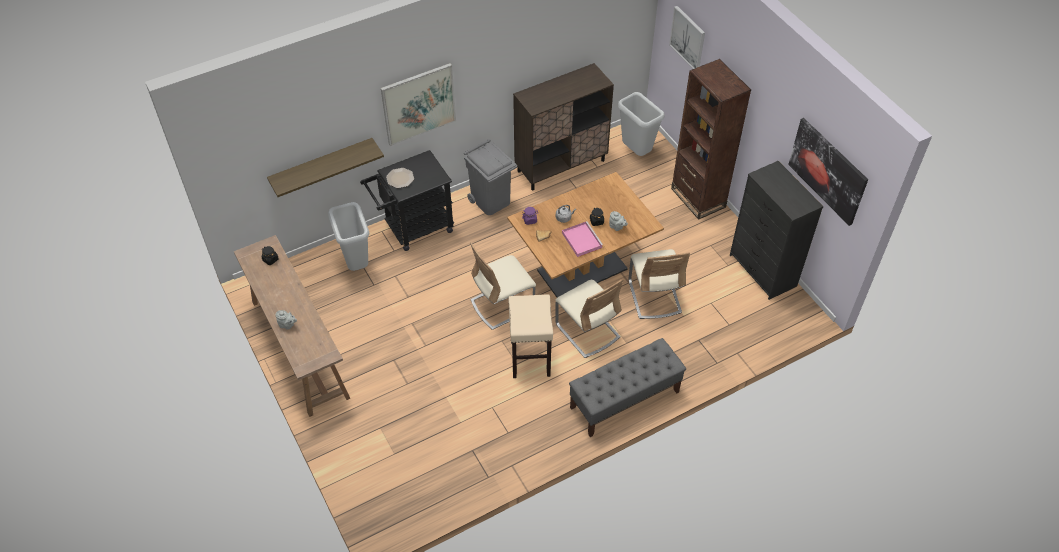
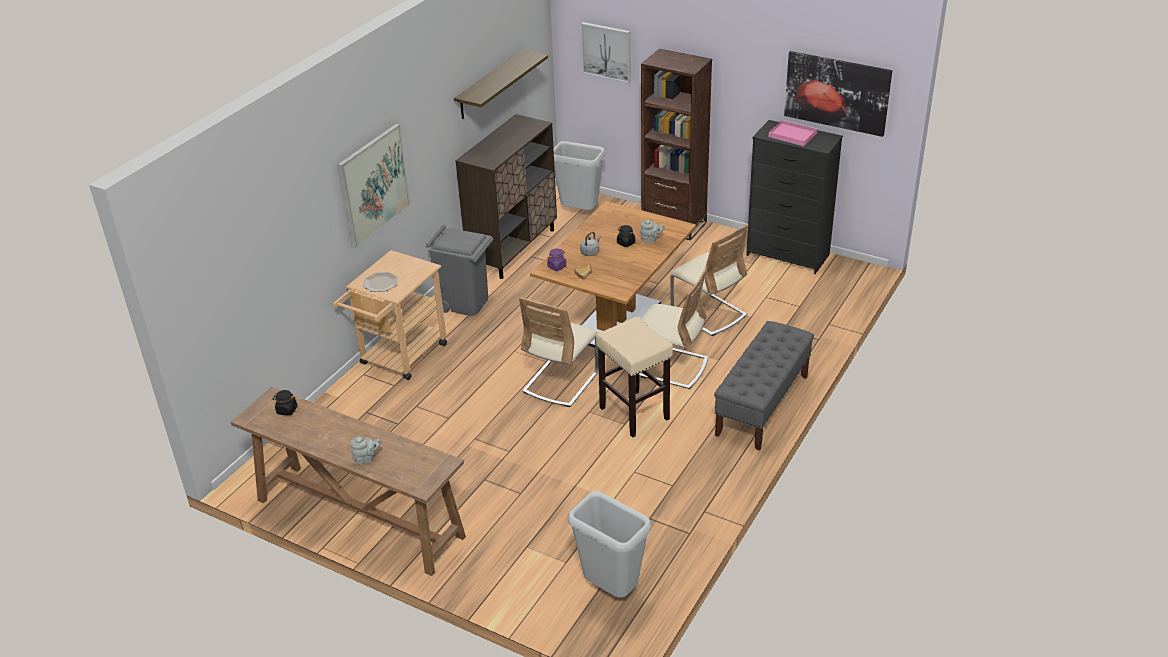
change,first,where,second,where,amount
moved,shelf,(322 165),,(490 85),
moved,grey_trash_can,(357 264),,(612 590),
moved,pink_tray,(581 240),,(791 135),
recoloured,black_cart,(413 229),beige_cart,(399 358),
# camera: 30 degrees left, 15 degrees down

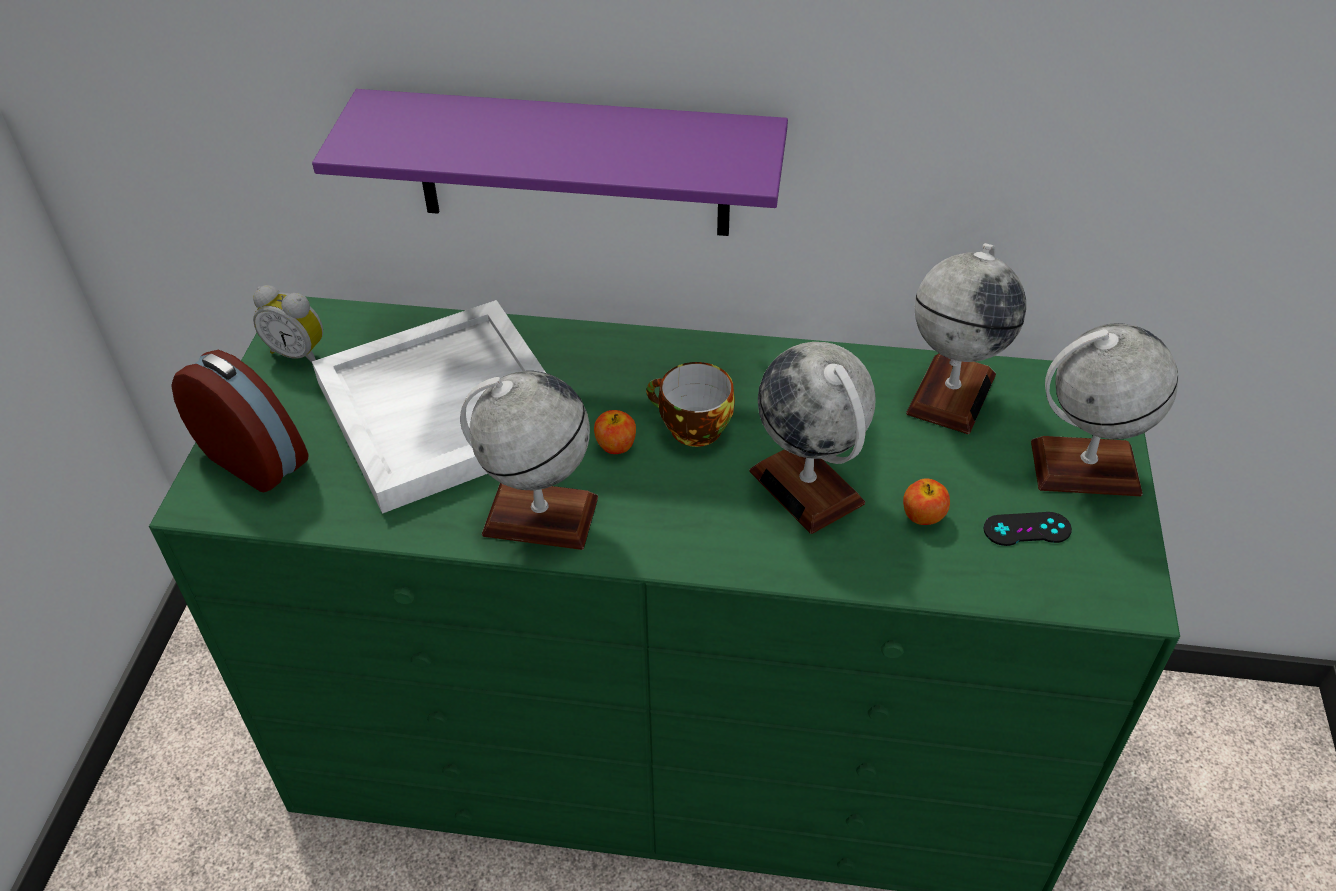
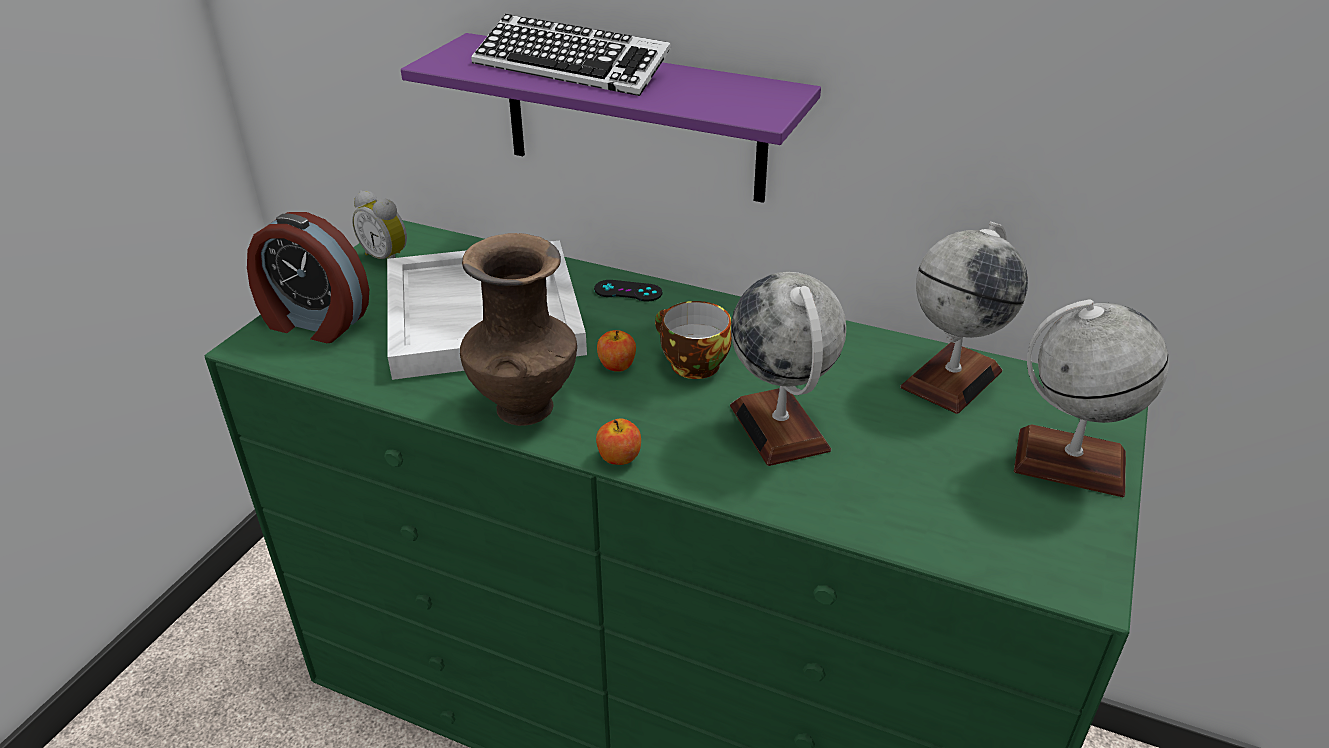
change,first,where,second,where,amount
added,,,keyboard,(571 68),
moved,apple,(923 516),,(619 458),
moved,black_game_controller,(1027 529),,(628 291),
replaced,globe,(540 516),brown_vase,(524 406),
turned,alarm_clock,(257 457),,(314 322),150 degrees clockwise
# camera: 15 degrees right, 10 degrees down

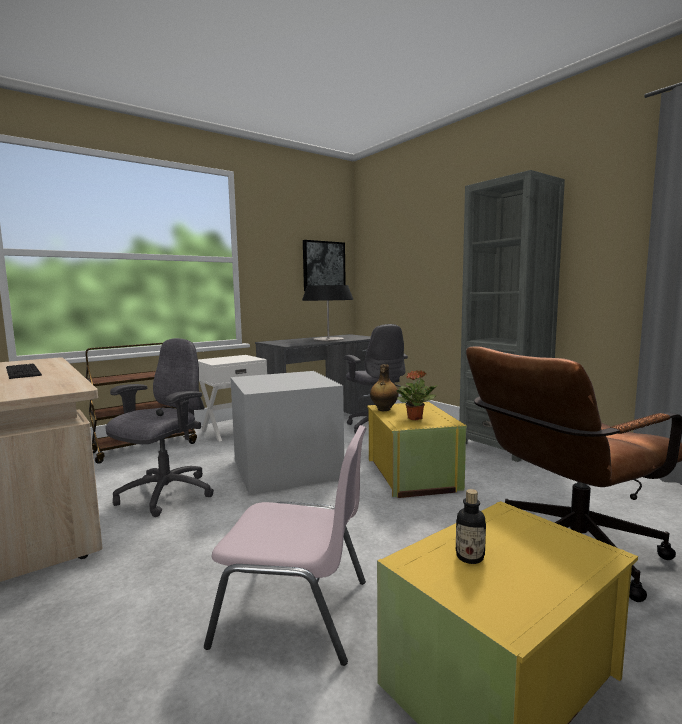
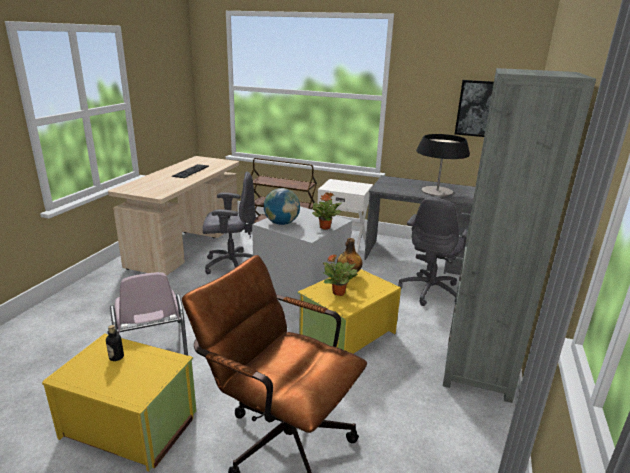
change,first,where,second,where,amount
added,,,globe,(281 223),
added,,,potted_plant,(325 227),
# camera: 55 degrees right, 15 degrees up

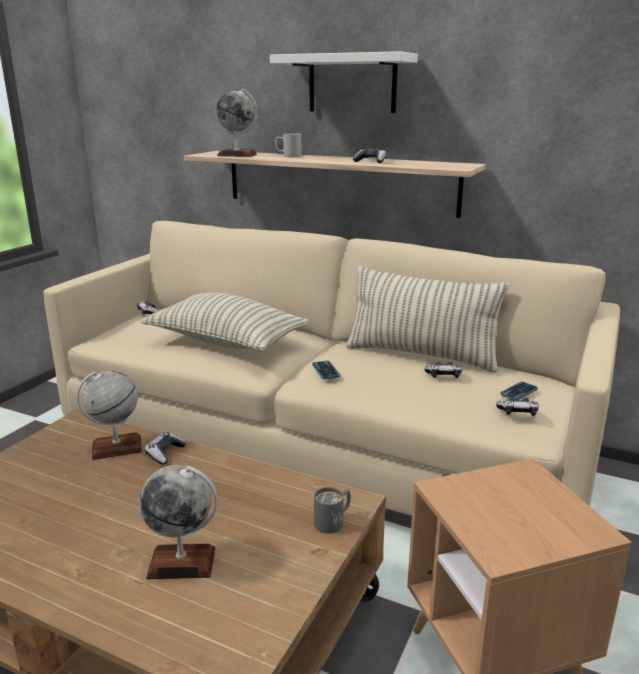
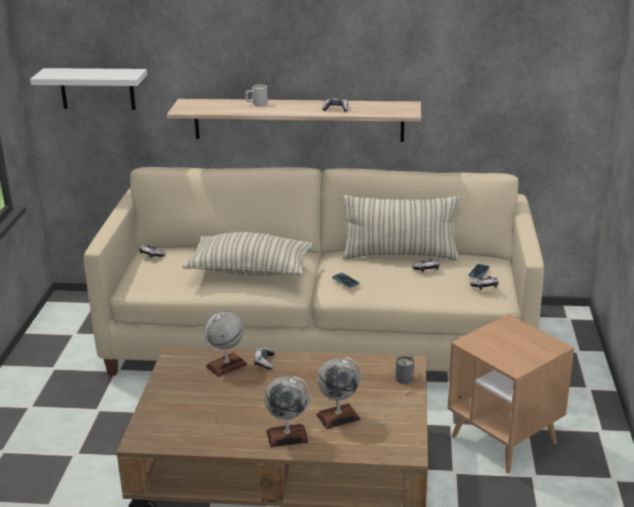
change,first,where,second,where,amount
moved,globe,(237 155),,(287 436),
moved,white_shelf,(352 84),,(97 88),
# camera: 20 degrees left, 5 degrees up

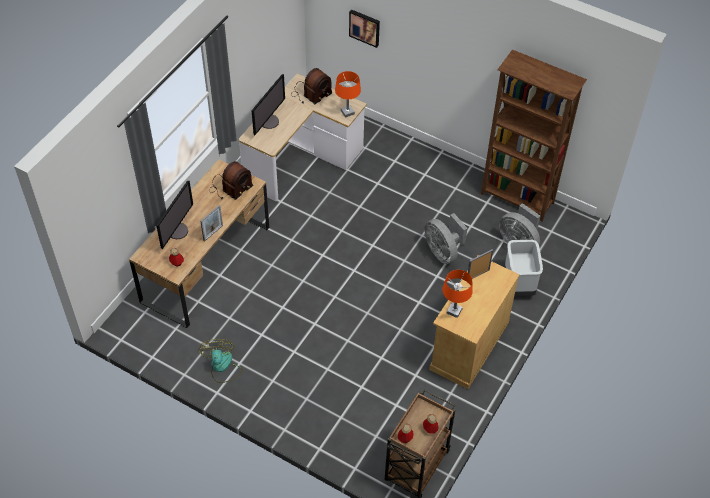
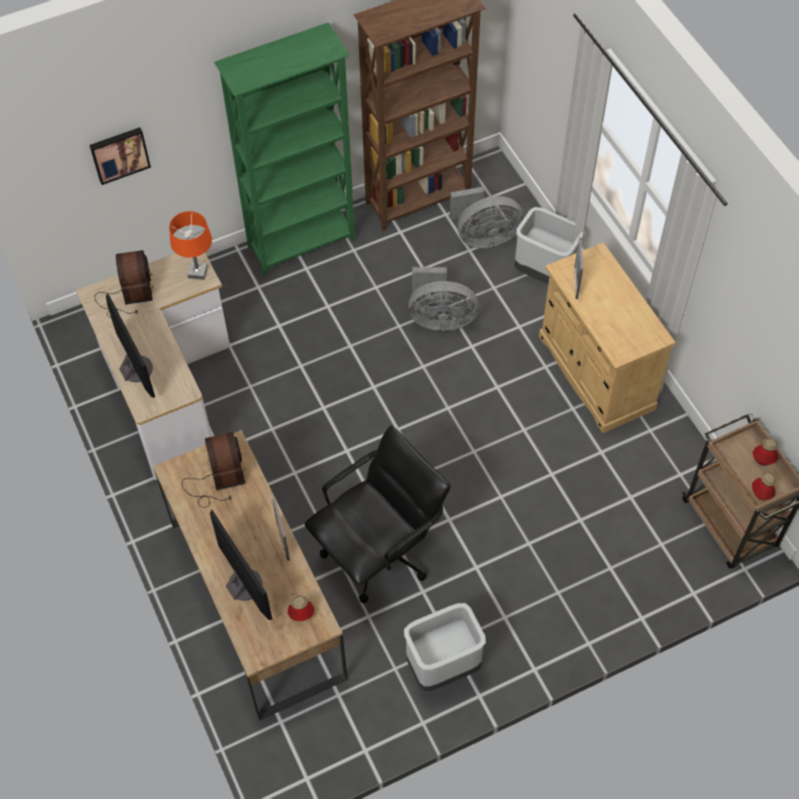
change,first,where,second,where,amount
removed,orange_table_lamp,(454 311),,,
added,,,green_bookcase,(303 244),
added,,,black_office_chair,(379 552),
replaced,fan,(222 367),grey_trash_can,(443 667),
# camera: 55 degrees left, 5 degrees up

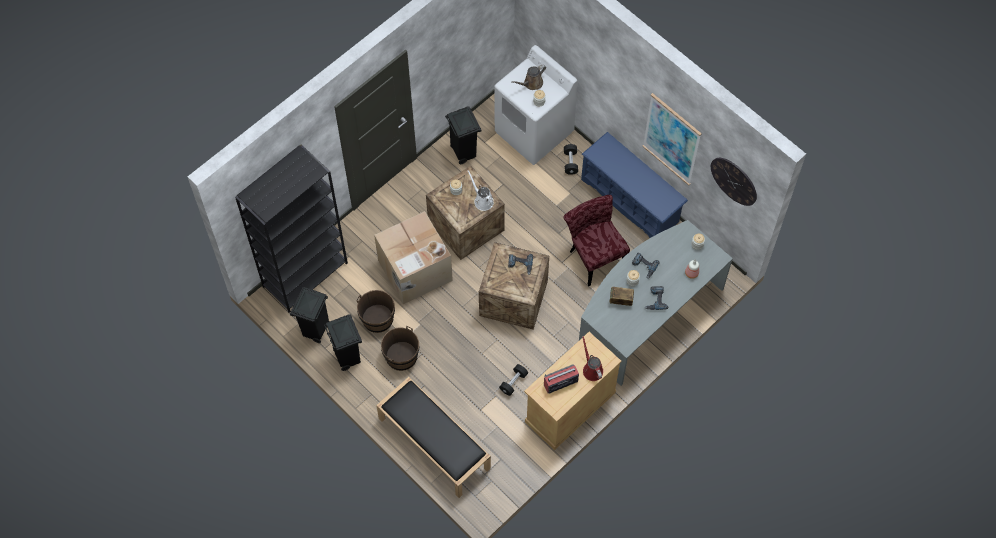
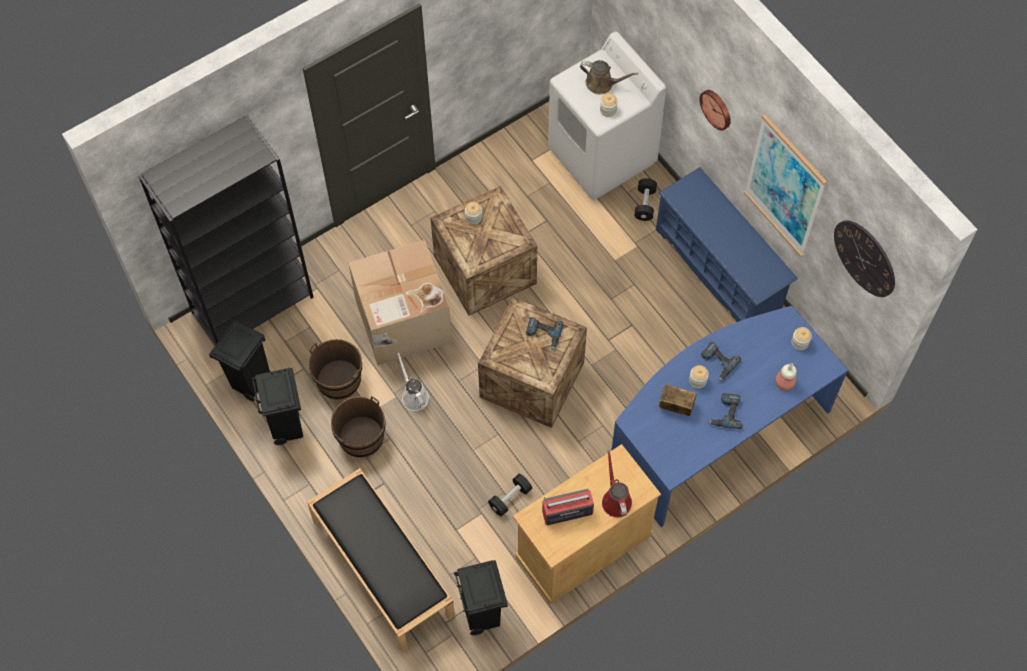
change,first,where,second,where,amount
removed,red_chair,(594 254),,,
added,,,wall_clock,(717 108),
moved,black_trash_can,(463 152),,(482 614),
moved,white_watering_can,(482 200),,(414 395),
recoloured,grey_desk,(647 314),blue_desk,(716 431),
turned,brown_watering_can,(531 83),,(602 84),135 degrees counterclockwise
# camera: 10 degrees right, 0 degrees up

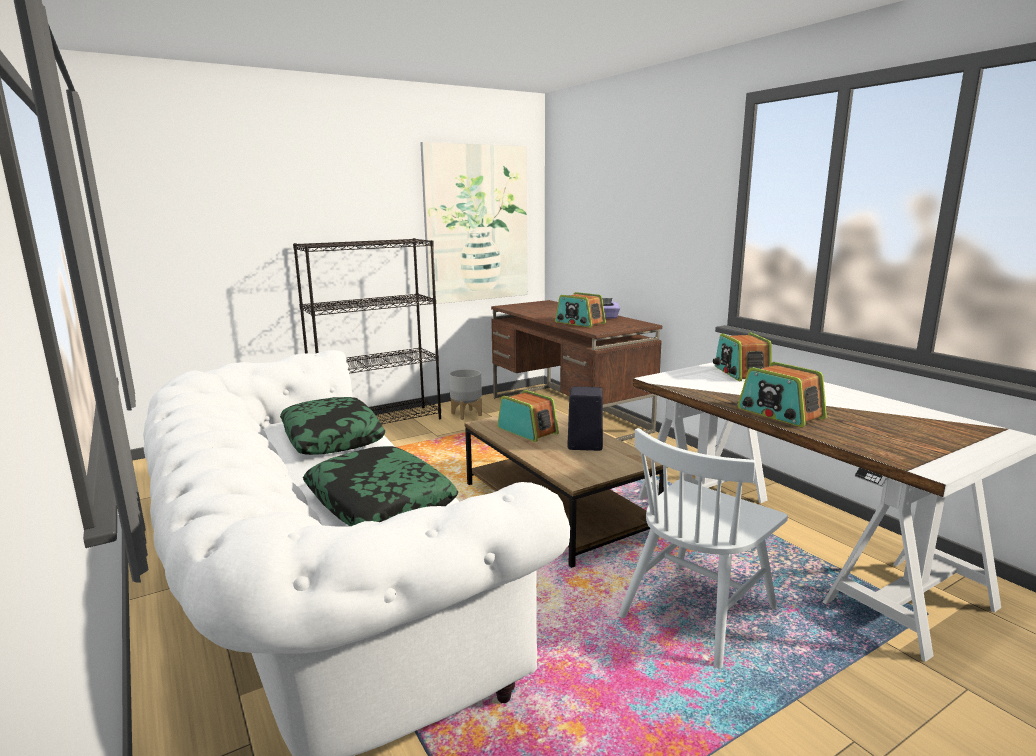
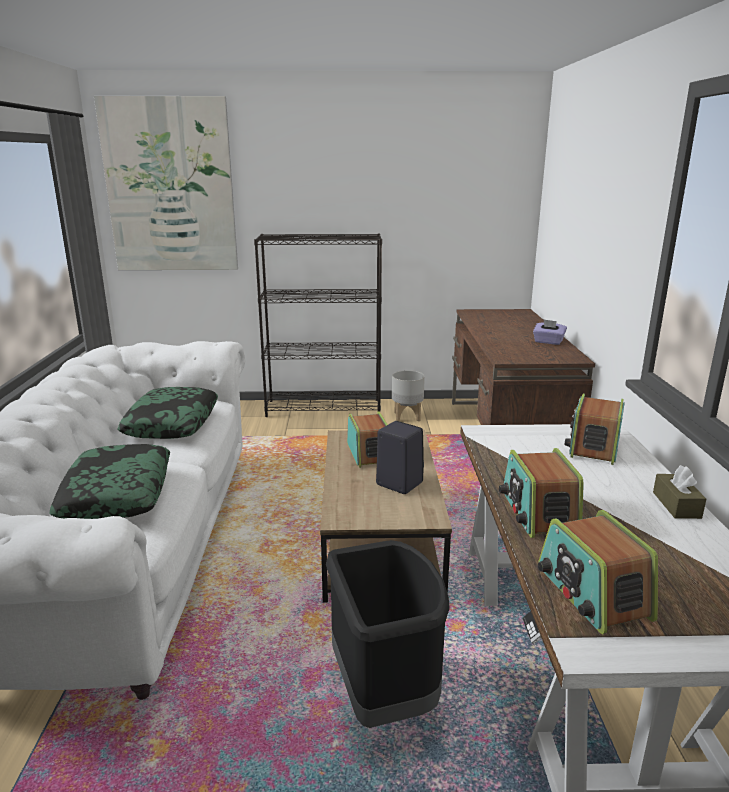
change,first,where,second,where,amount
added,,,brown_tissue_box,(676 505),
moved,picture,(476 224),,(170 186),
moved,radio,(579 323),,(592 593),
replaced,white_chair,(697 611),black_trash_can,(385 694),
# camera: 30 degrees right, 5 degrees up

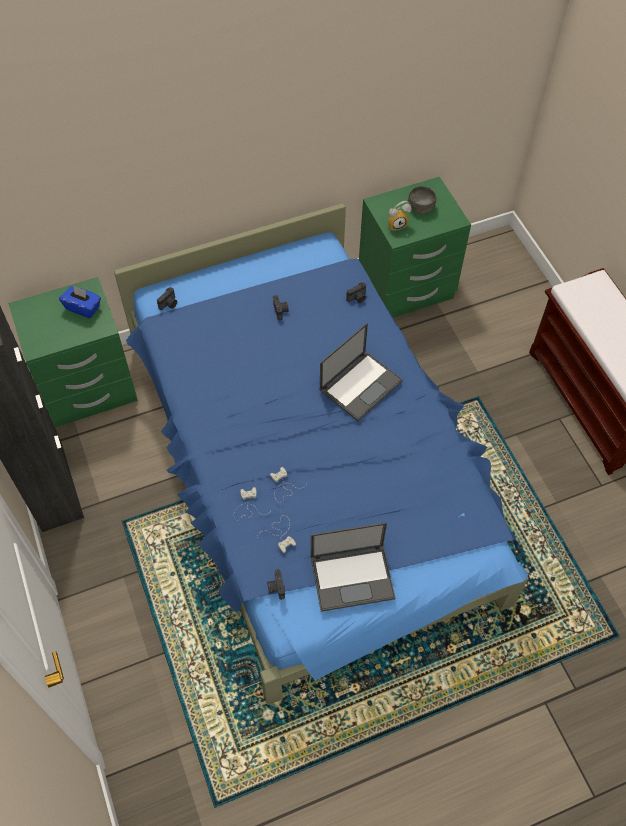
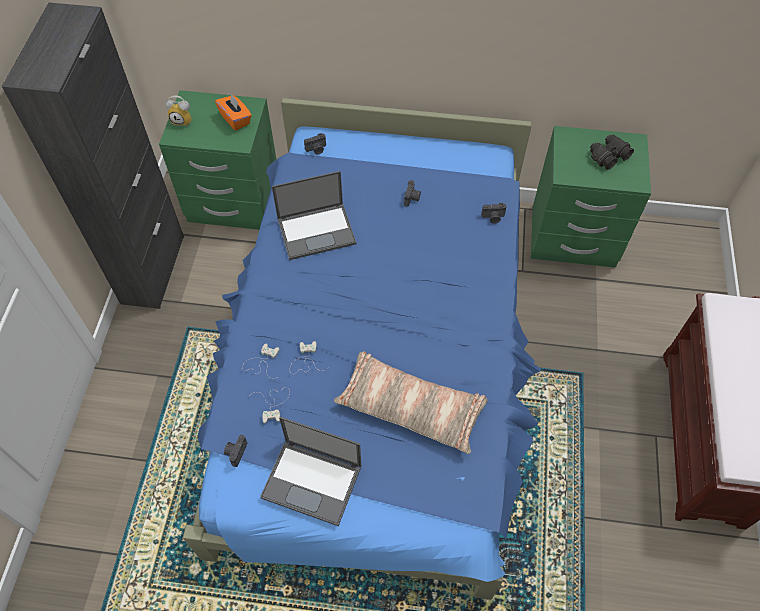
change,first,where,second,where,amount
added,,,pillow,(411 407),
moved,laptop,(361 385),,(317 230),
moved,alarm_clock,(396 224),,(183 120),
replaced,grey_bowl,(420 207),black_binoculars,(608 156),
recoloured,blue_tissue_box,(83 308),orange_tissue_box,(236 119),
# camera: 30 degrees right, 0 degrees up

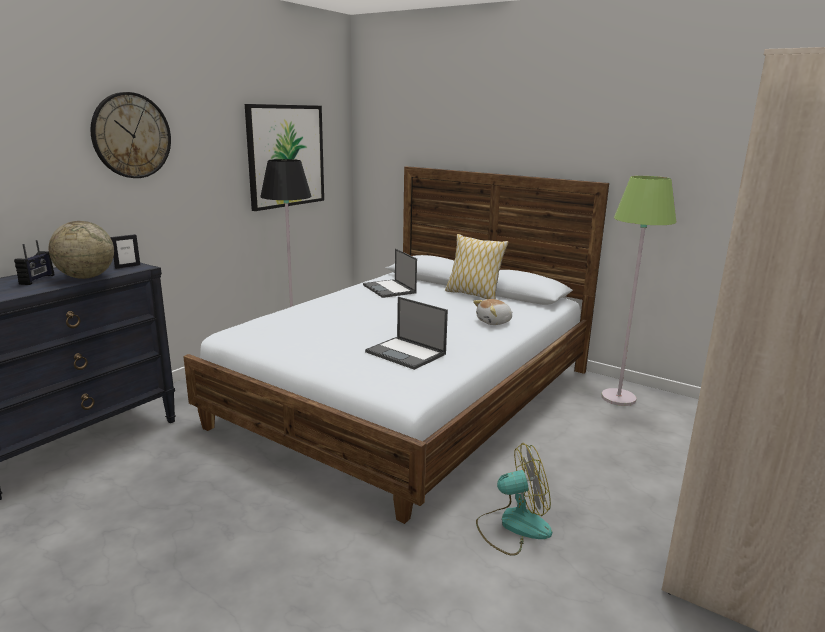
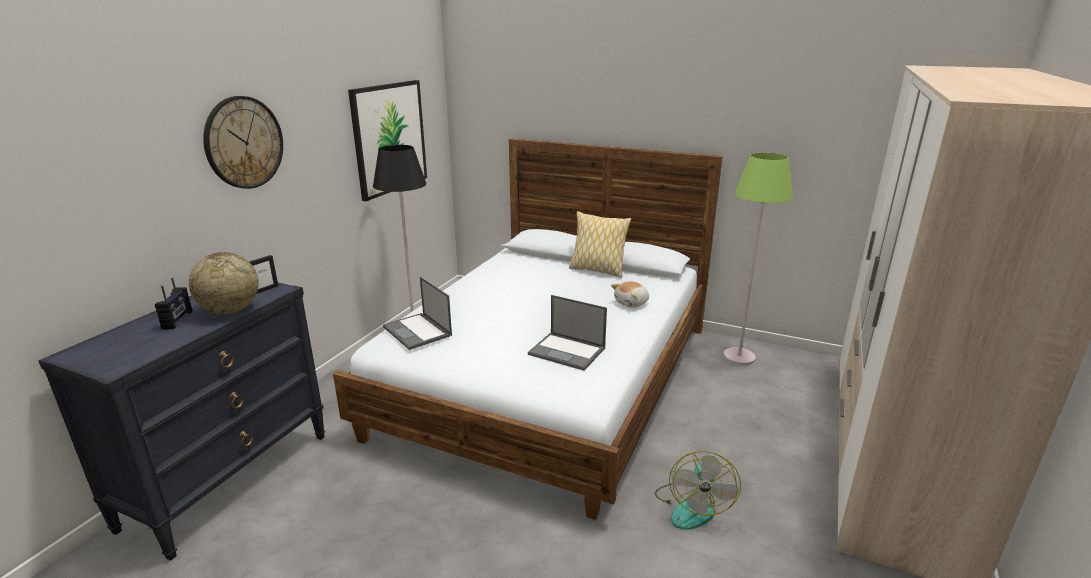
change,first,where,second,where,amount
moved,laptop,(389 289),,(418 331),
turned,fan,(513 526),,(692 506),120 degrees clockwise
# camera: 10 degrees left, 5 degrees up

